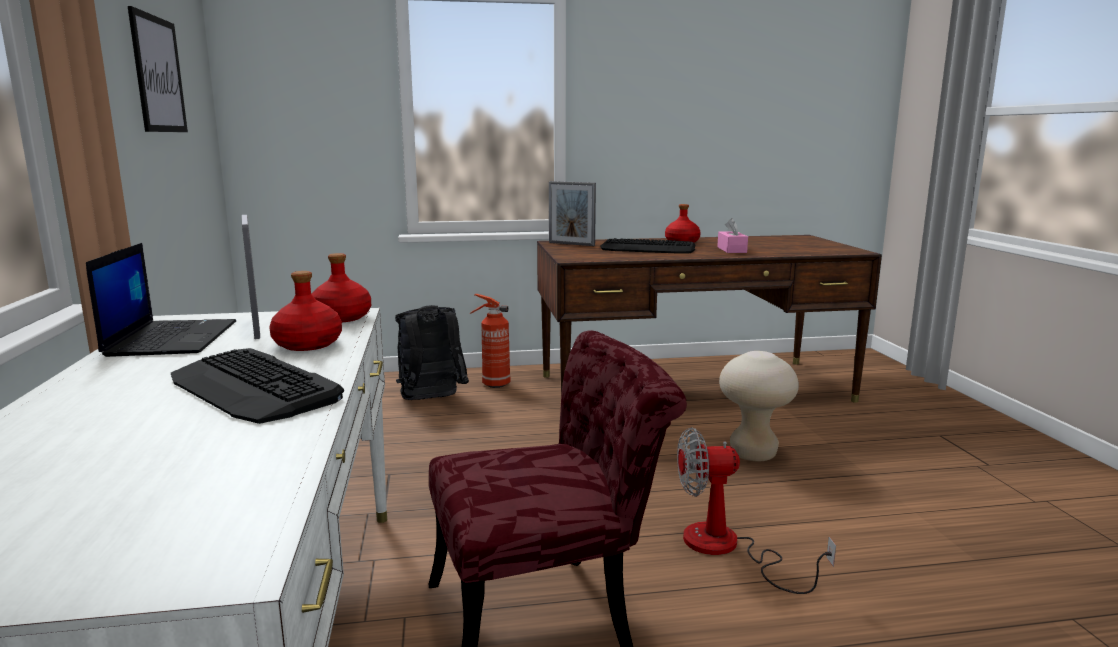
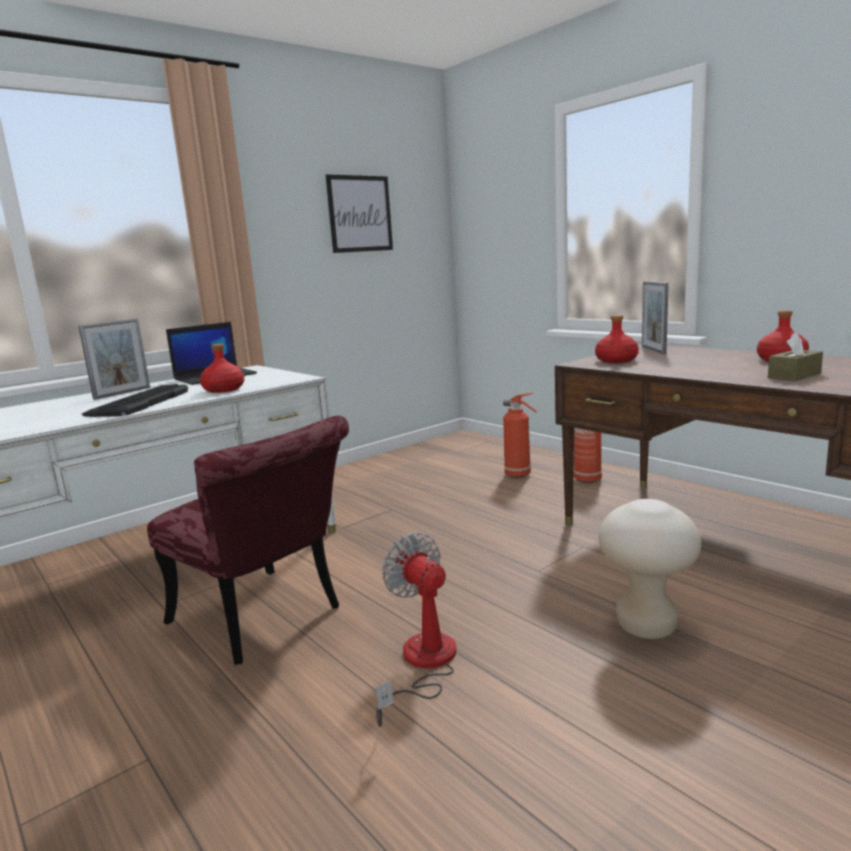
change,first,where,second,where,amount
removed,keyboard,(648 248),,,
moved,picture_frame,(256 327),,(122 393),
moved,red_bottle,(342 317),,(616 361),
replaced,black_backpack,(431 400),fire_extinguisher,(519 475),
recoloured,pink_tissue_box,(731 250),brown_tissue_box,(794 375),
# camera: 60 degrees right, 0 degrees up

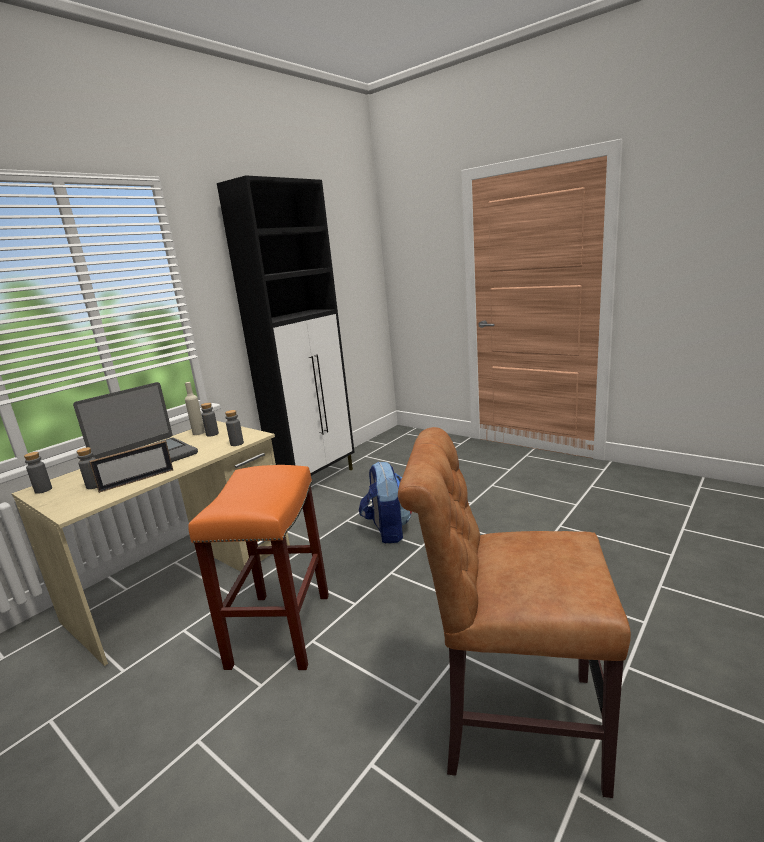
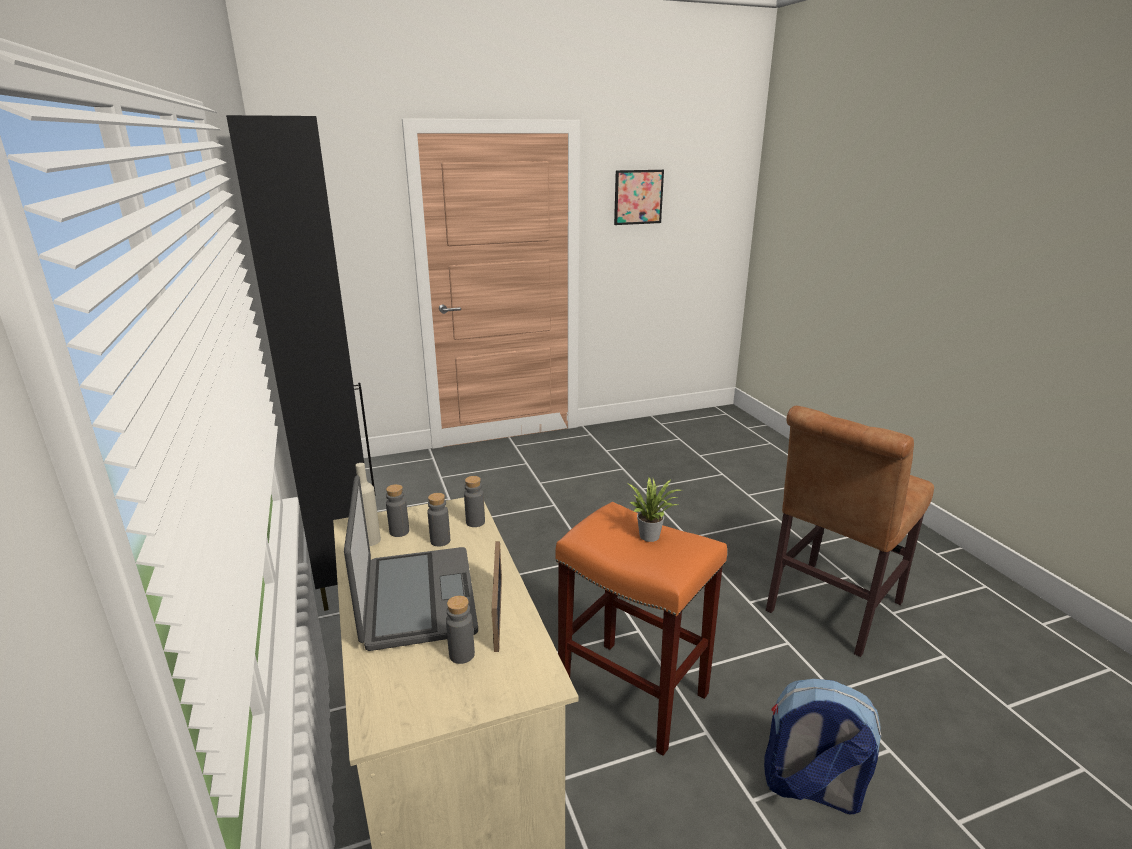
change,first,where,second,where,amount
added,,,picture,(638 197),
added,,,potted_plant,(651 535),
moved,grey_bottle,(43 490),,(440 541),
moved,backpack,(387 530),,(810 788),
# camera: 60 degrees left, 5 degrees up

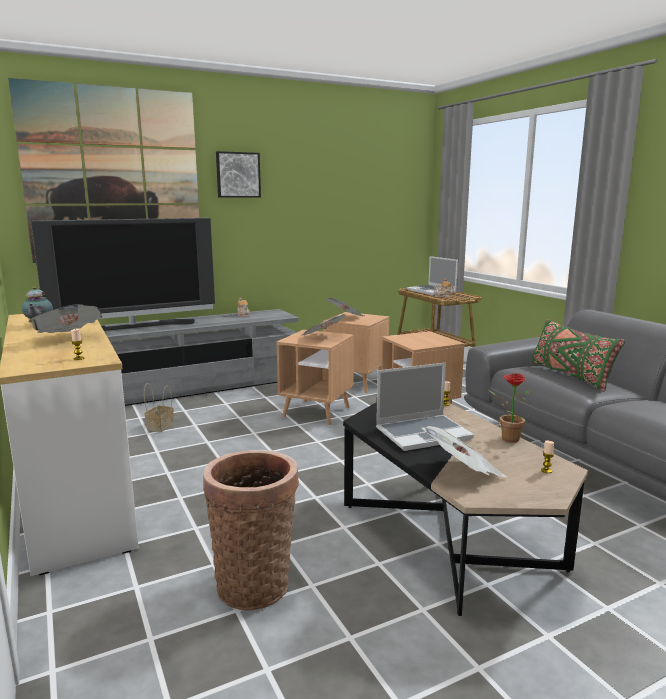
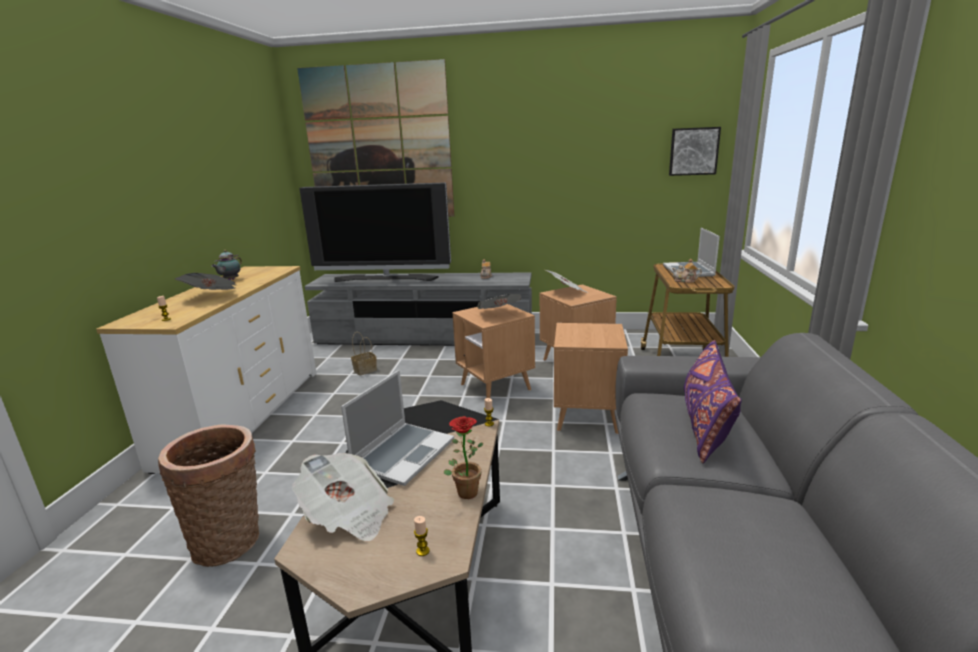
change,first,where,second,where,amount
moved,picture,(238 175),,(693 151),
recoloured,green_pillow,(570 375),purple_pillow,(705 424),
turned,laptop,(423 433),,(403 454),75 degrees counterclockwise
# camera: 35 degrees right, 5 degrees up

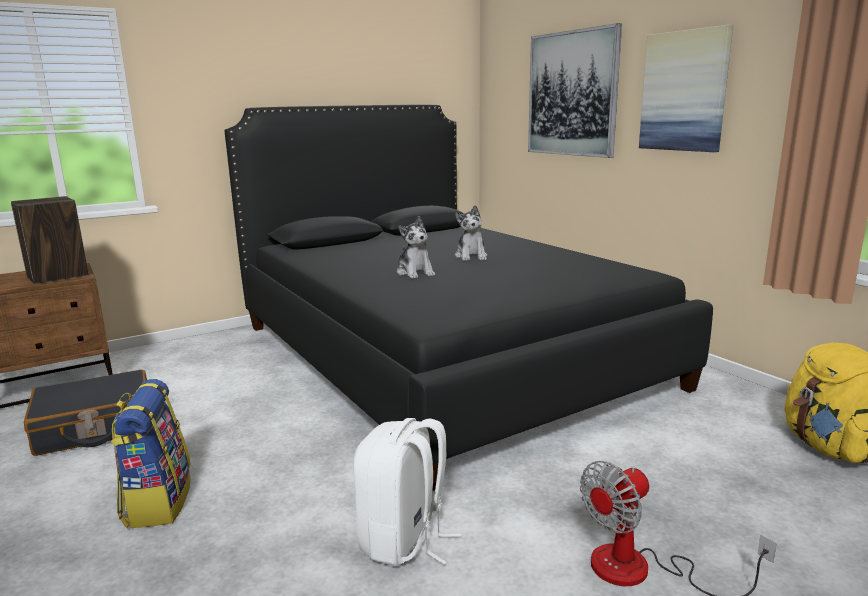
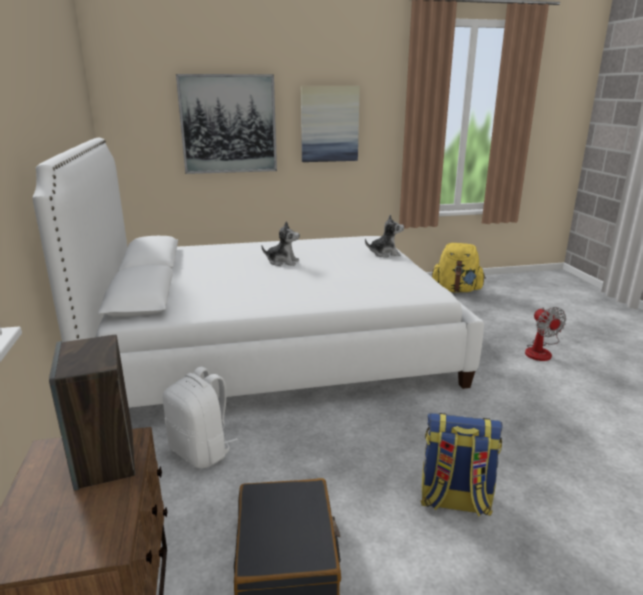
change,first,where,second,where,amount
moved,white_backpack,(404 541),,(202 451),
moved,plush_toy,(415 273),,(384 253),
recoloured,black_bed,(441 354),white_bed,(273 347),
# camera: 70 degrees left, 5 degrees up

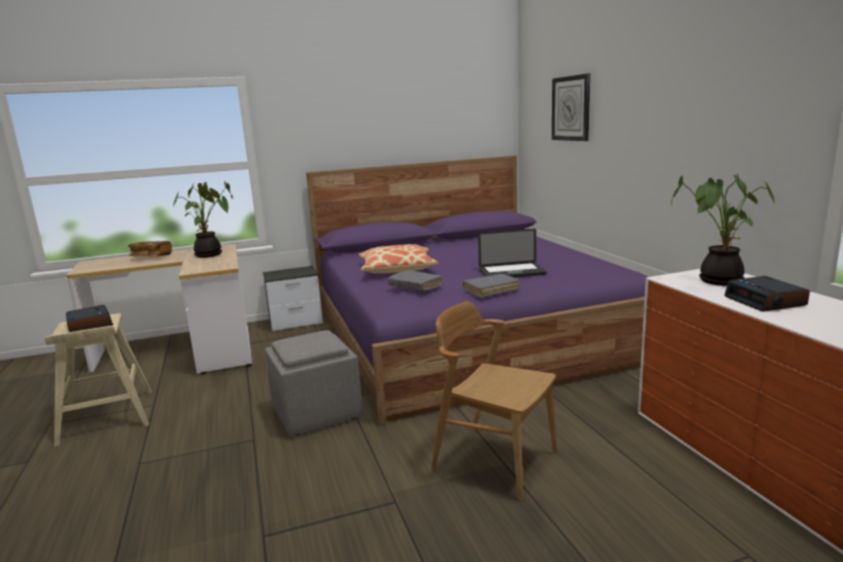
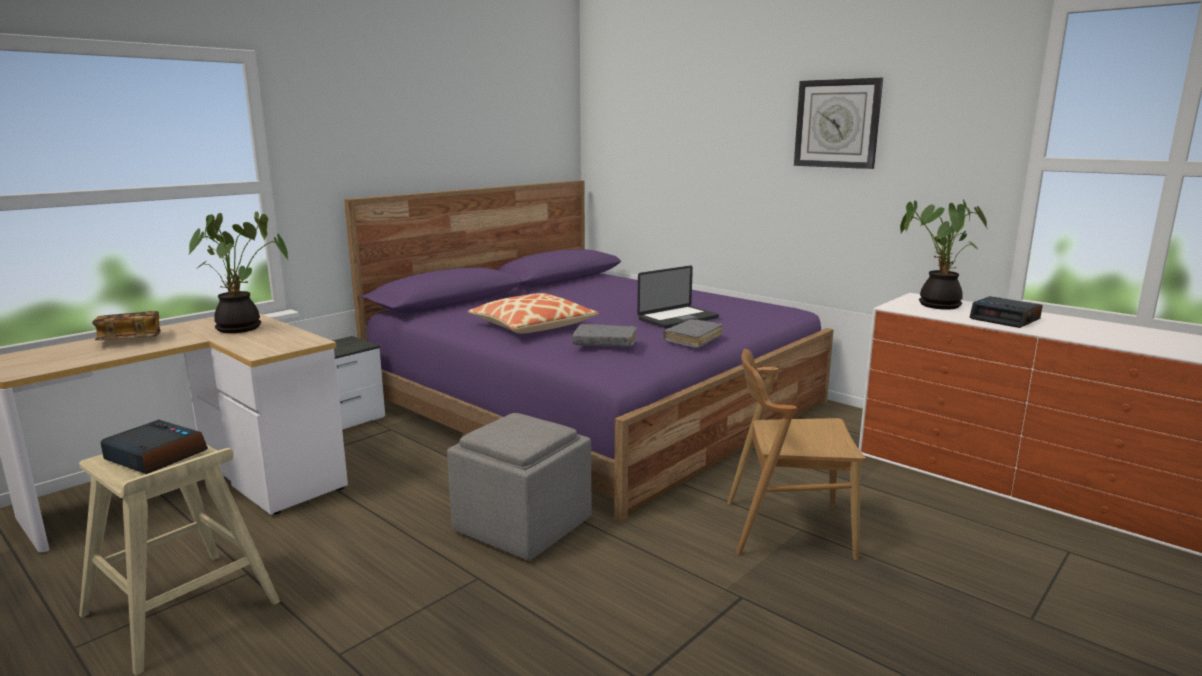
change,first,where,second,where,amount
moved,wall_clock,(571 108),,(837 123),
# camera: 30 degrees left, 0 degrees up

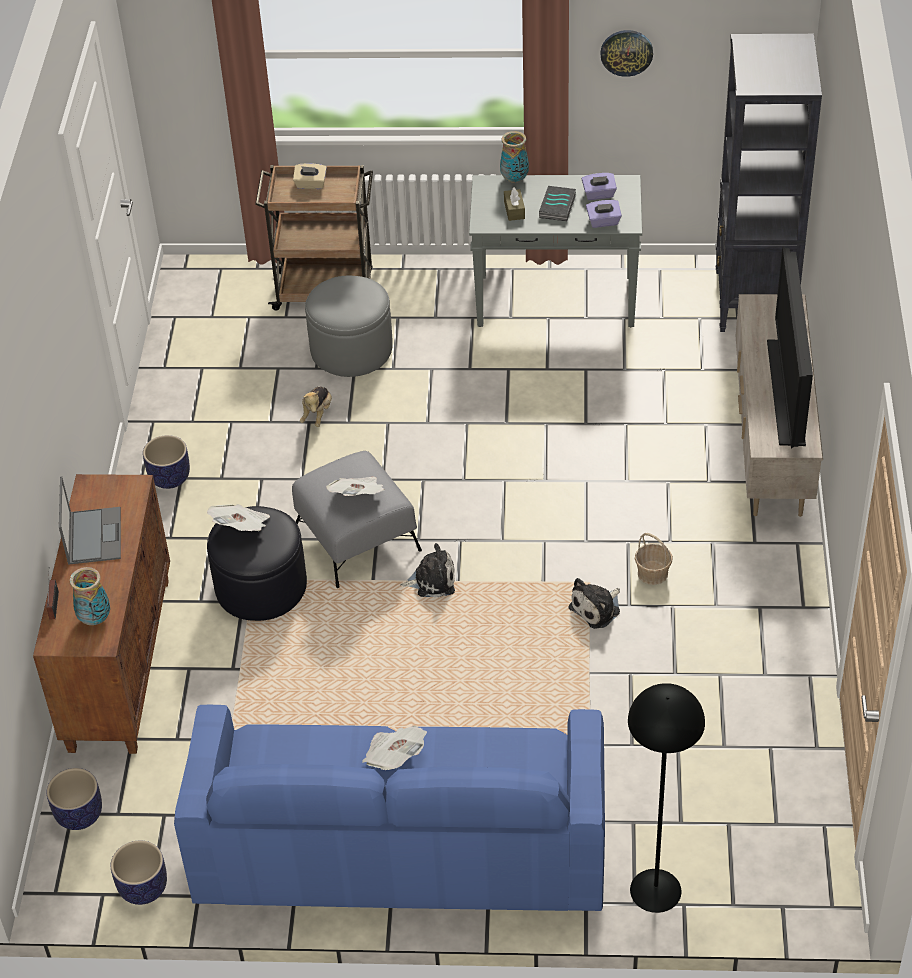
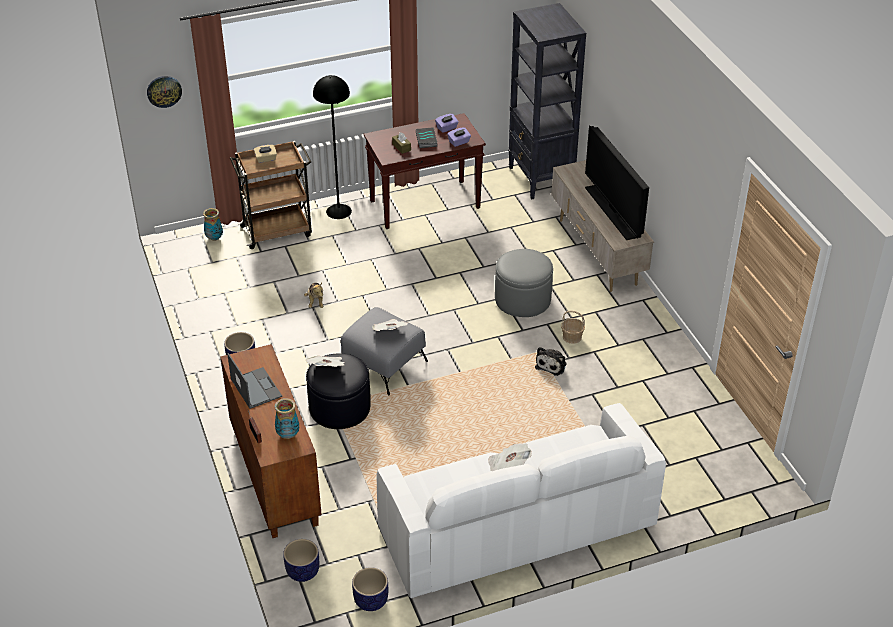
change,first,where,second,where,amount
removed,plush_toy,(431 581),,,
moved,grey_ottoman,(351 349),,(522 299),
moved,vase,(514 179),,(214 238),
moved,wall_clock,(626 52),,(164 91),
moved,black_floor_lamp,(655 890),,(338 211),
recoloured,blue_sofa,(400 847),white_sofa,(516 528),
recoloured,grey_console_table,(557 301),brown_console_table,(425 204),
# camera: 25 degrees left, 5 degrees down

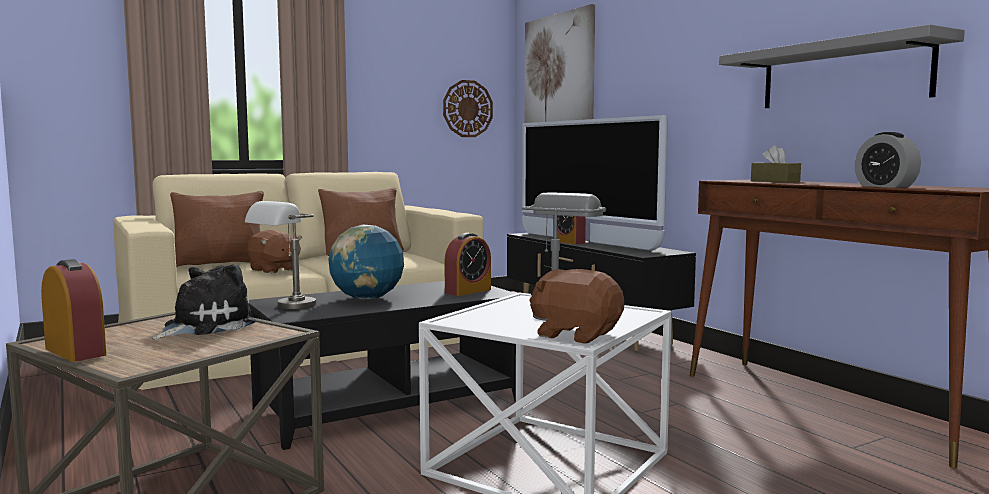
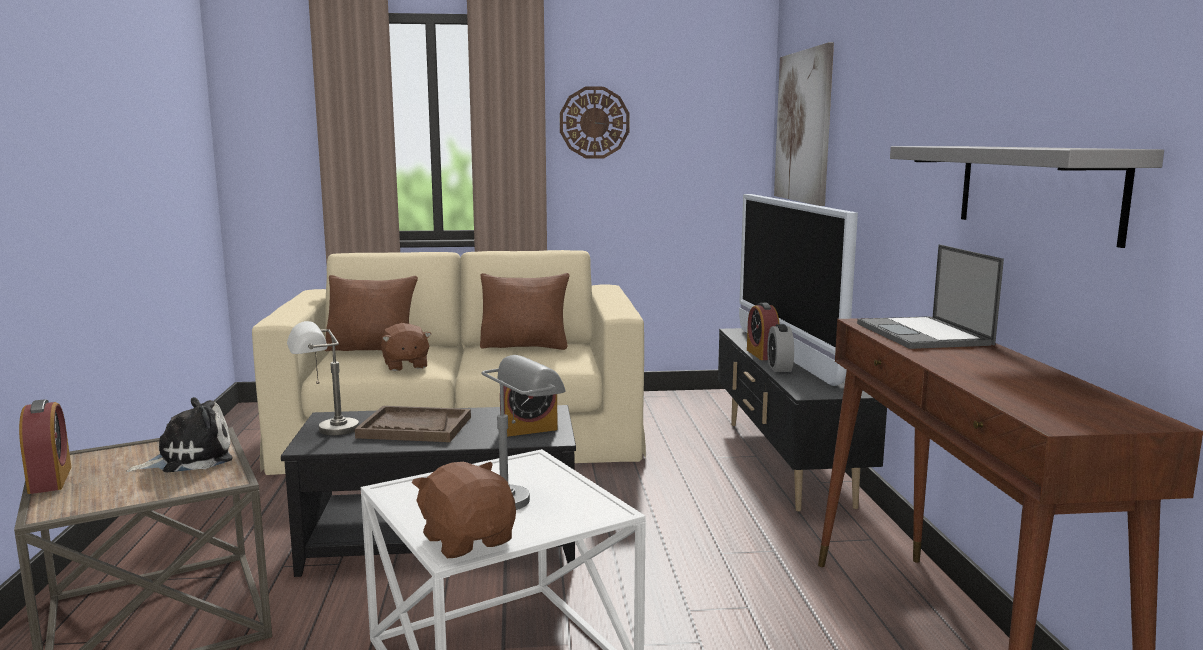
change,first,where,second,where,amount
moved,wall_clock,(467 109),,(594 122),
moved,alarm_clock,(885 186),,(779 368),
replaced,globe,(367 299),brown_tray,(414 427),
replaced,brown_tissue_box,(775 181),laptop,(924 334),
# camera: 25 degrees right, 5 degrees up

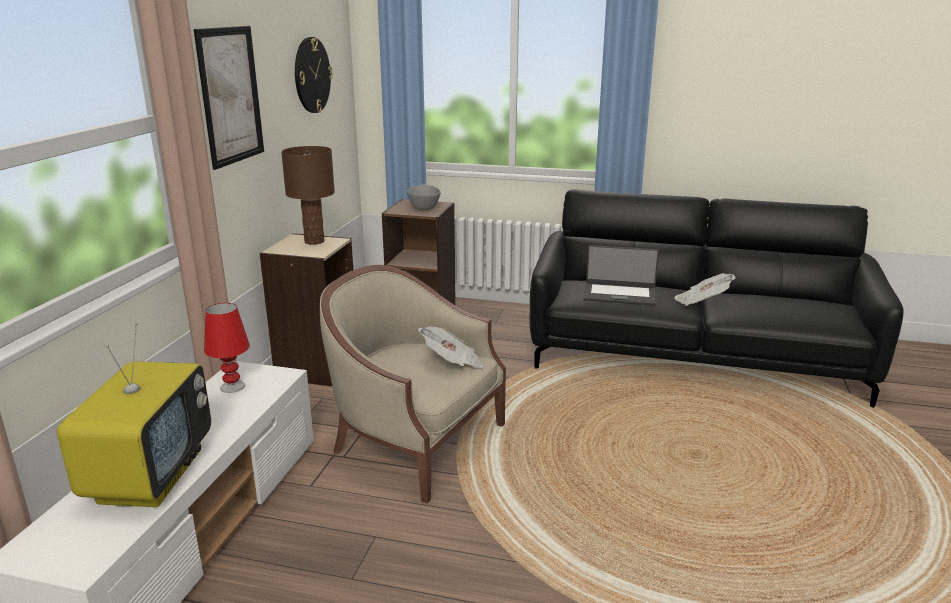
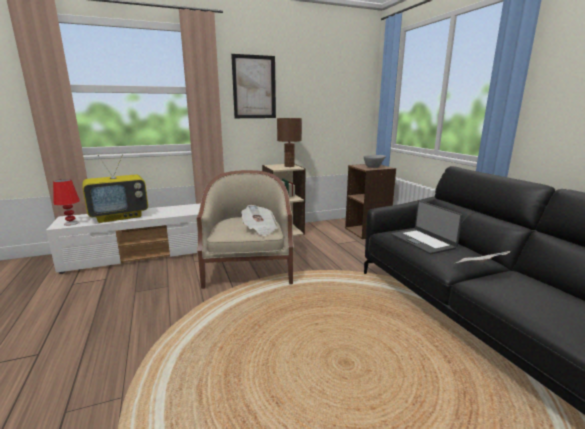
change,first,where,second,where,amount
removed,wall_clock,(311 75),,,
moved,red_table_lamp,(232 387),,(71 223),
# camera: 55 degrees right, 5 degrees down

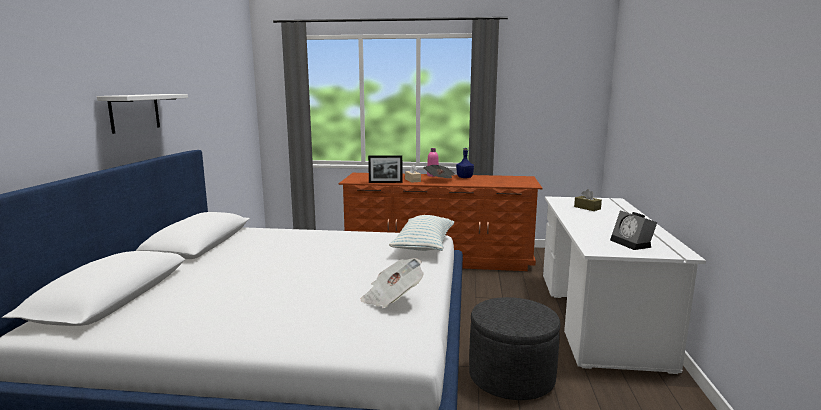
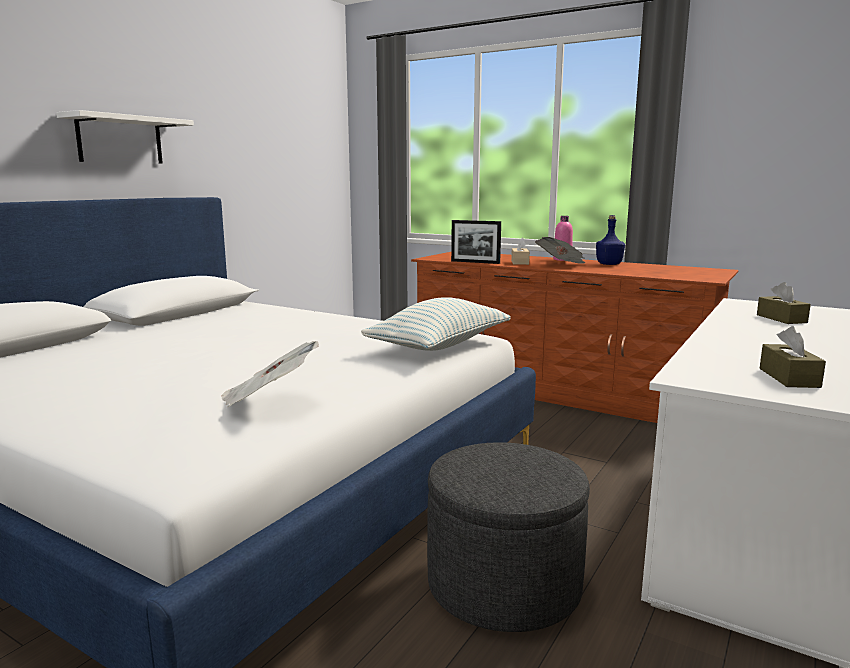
change,first,where,second,where,amount
replaced,alarm_clock,(632 244),brown_tissue_box,(789 378),
# camera: 25 degrees right, 0 degrees up

